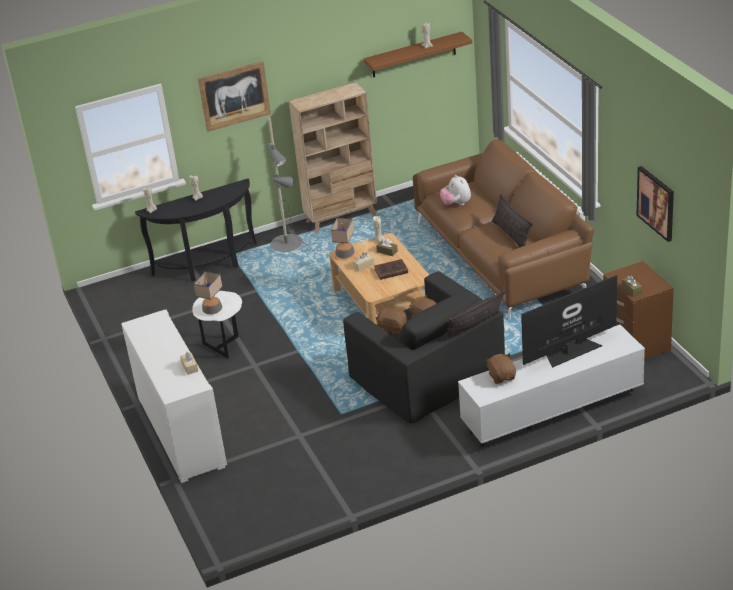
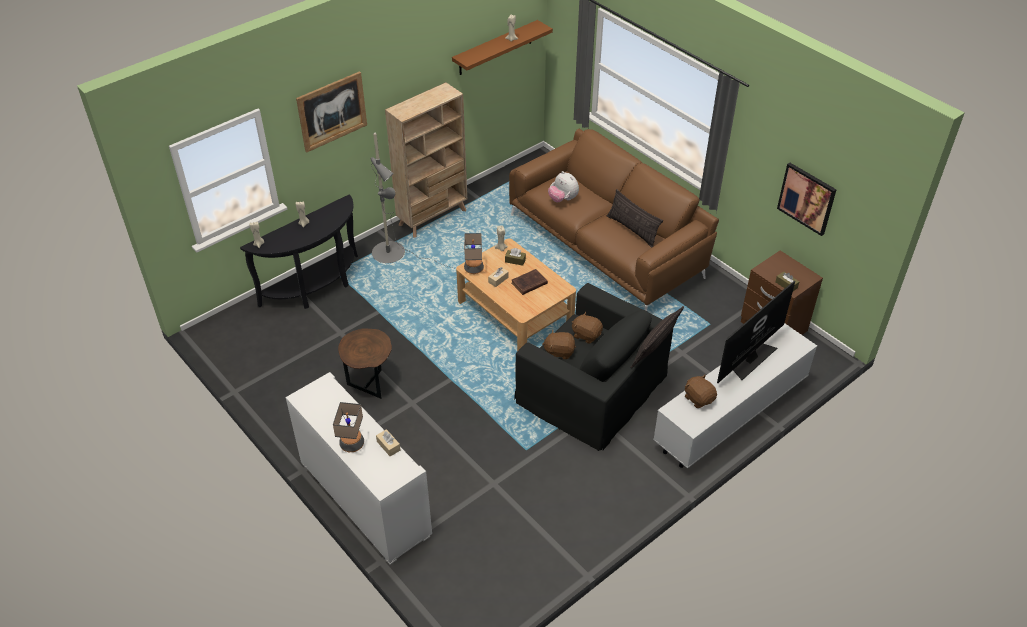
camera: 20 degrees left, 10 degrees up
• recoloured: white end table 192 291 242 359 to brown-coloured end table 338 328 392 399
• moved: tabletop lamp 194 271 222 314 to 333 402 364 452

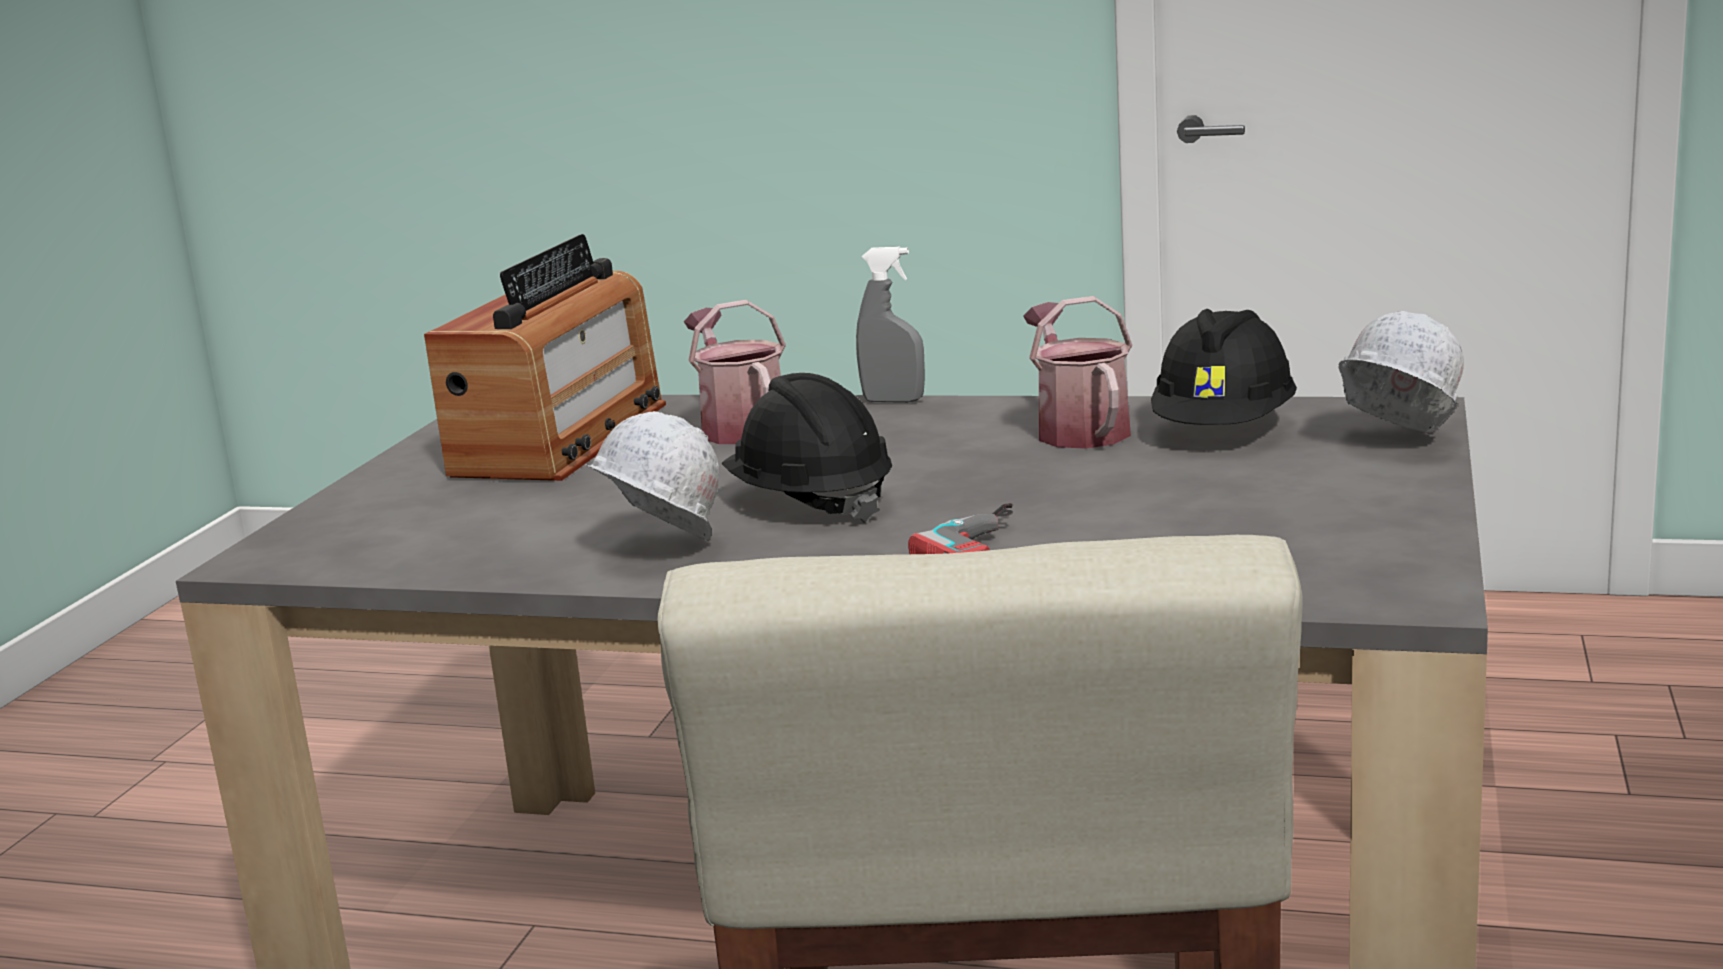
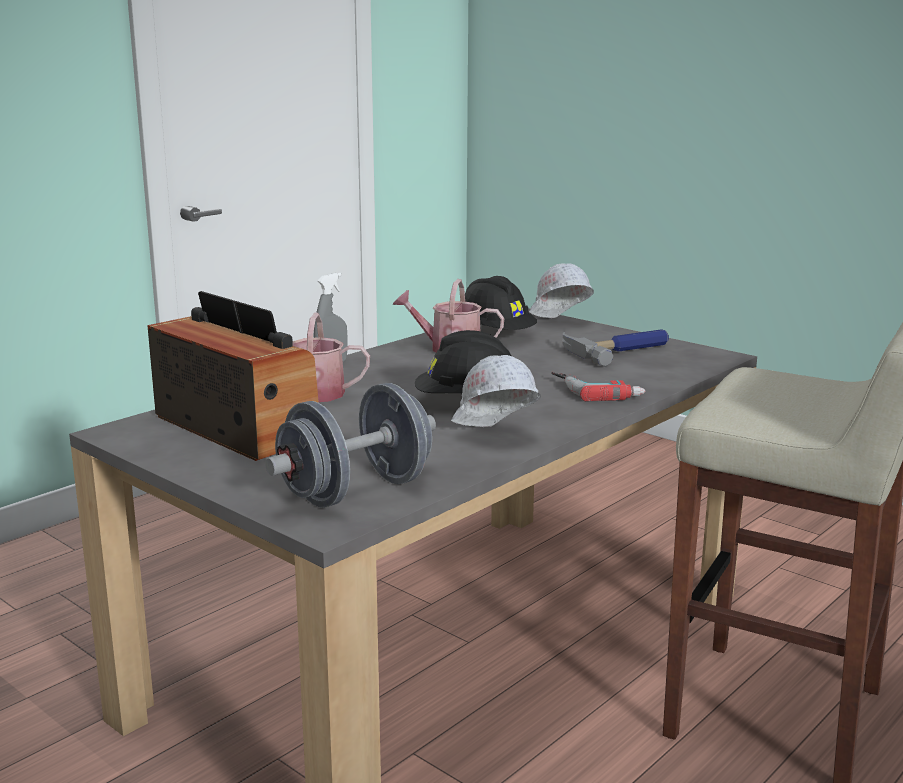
camera: 65 degrees left, 0 degrees up
• added: gray hand weight 265 383 436 508
• added: hammer 562 329 669 367

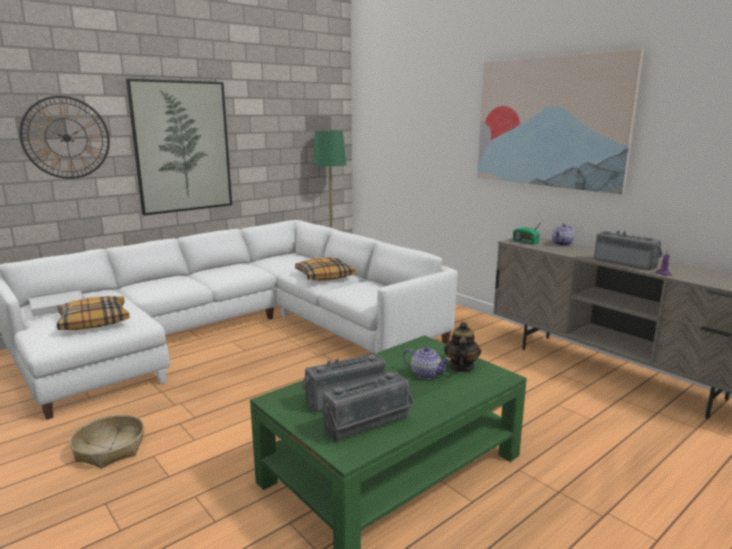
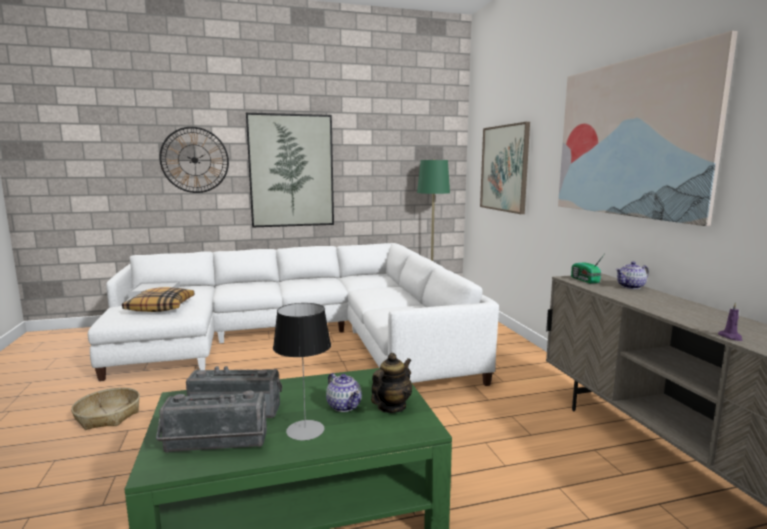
camera: 25 degrees right, 5 degrees down
• removed: throw pillow 295 257 355 281
• removed: radio set 594 231 663 270
• added: tabletop lamp 273 303 331 440
• added: wall picture 480 122 530 214

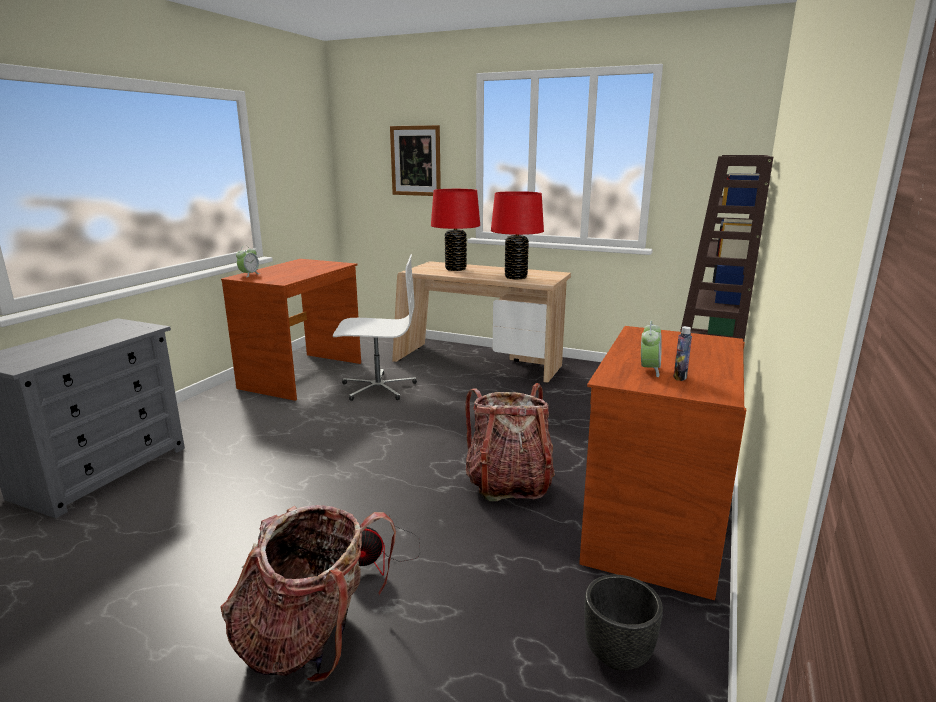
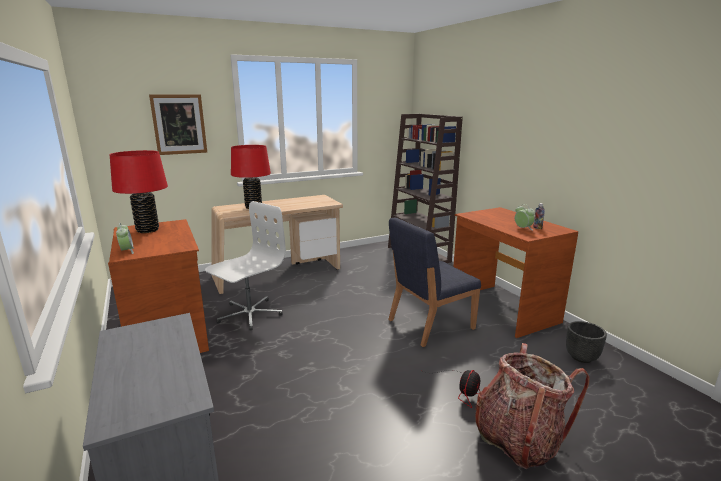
camera: 50 degrees left, 0 degrees up
• replaced: backpack 465 383 555 501 to bluish upright chair 388 218 481 347
• moved: red tabletop lamp 491 191 544 279 to 110 150 168 233

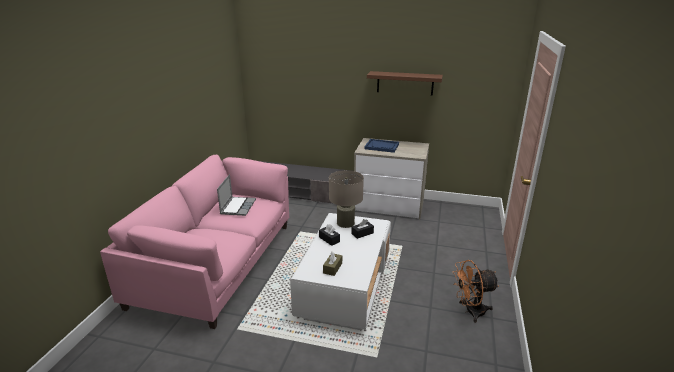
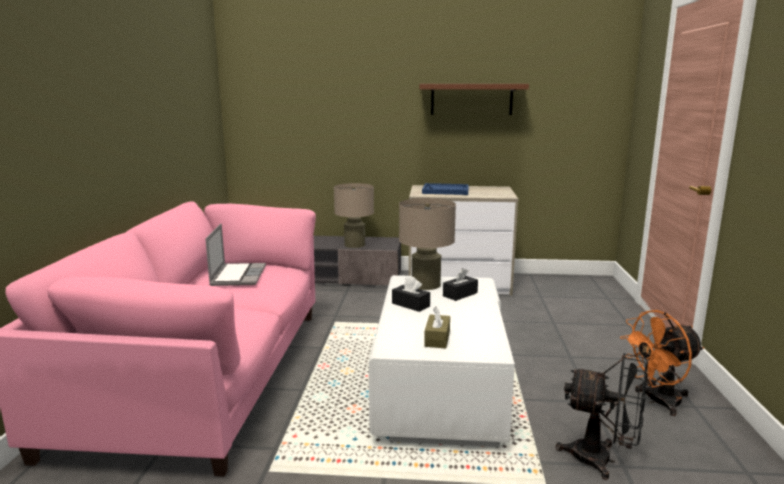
camera: 10 degrees left, 10 degrees down
• added: sand-coloured tabletop lamp 334 183 374 248
• added: black fan 556 353 648 480

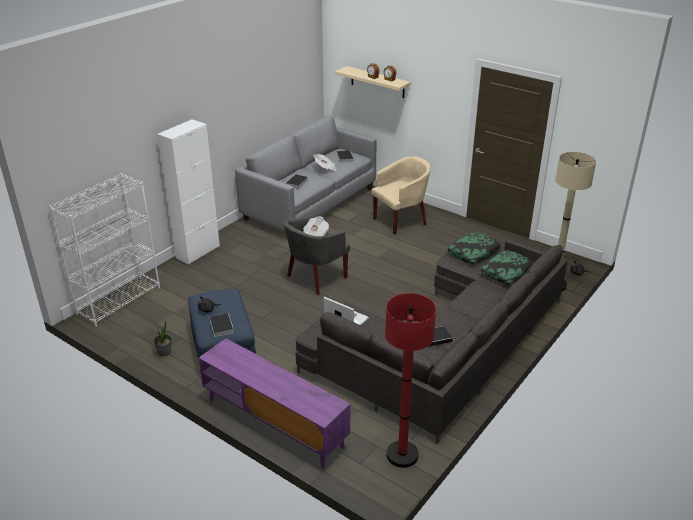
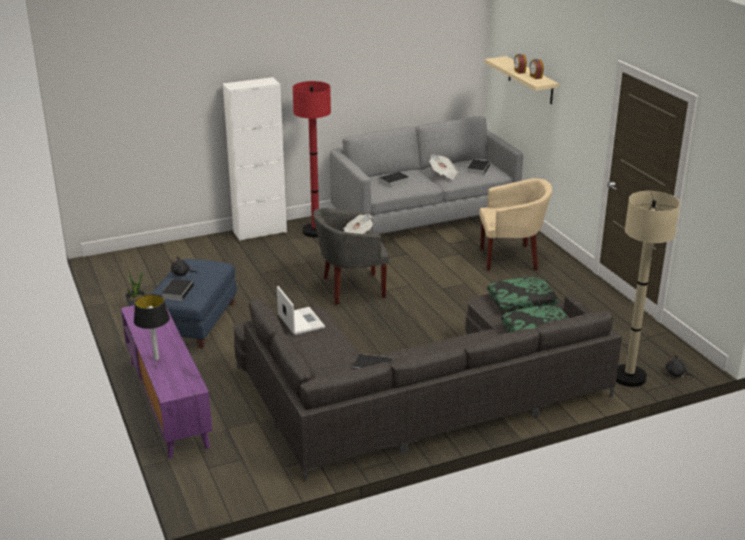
camera: 30 degrees right, 5 degrees down
• removed: white bookcase 49 173 160 327
• moved: red standard lamp 385 293 436 468 to 293 81 331 237
• added: tabletop lamp 134 294 170 360

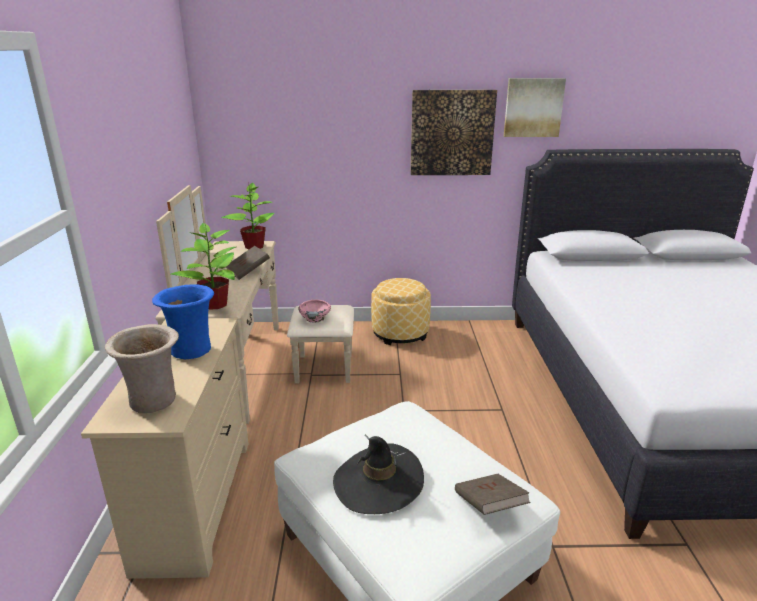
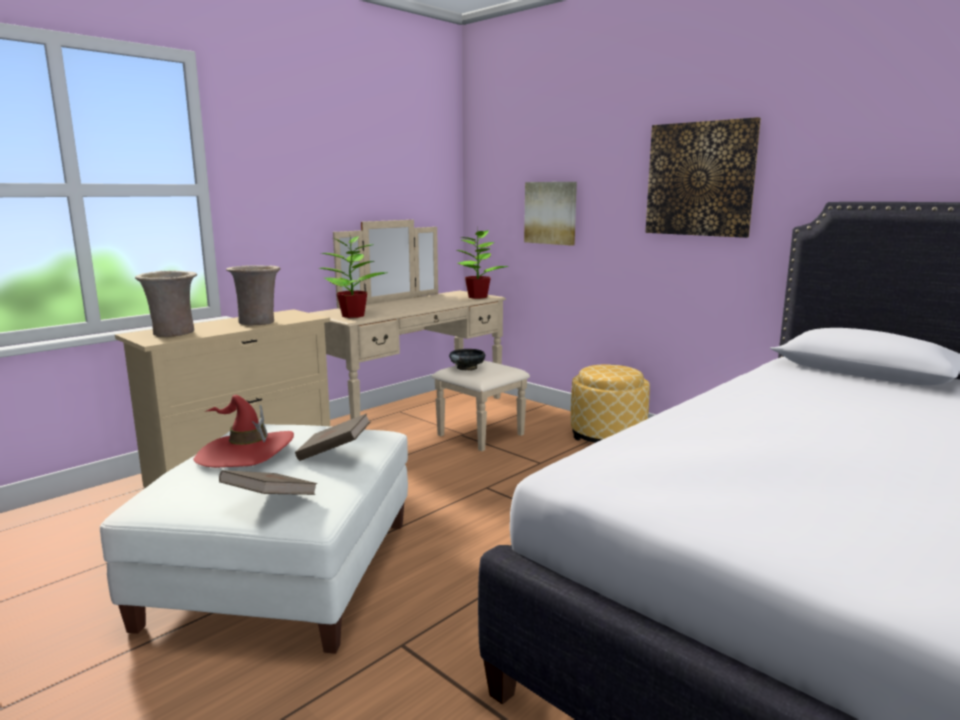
camera: 45 degrees right, 10 degrees down
• recoloured: bluish vase 152 284 214 359 to sand-coloured vase 226 265 281 325
• moved: brown-coloured bound book 226 246 270 280 to 295 413 371 461
• recoloured: pink serving bowl 298 300 331 323 to black serving bowl 449 349 485 371
• recoloured: black clothing hat 333 434 424 514 to red clothing hat 194 395 294 467
• moved: wall picture 504 78 566 137 to 524 182 577 246

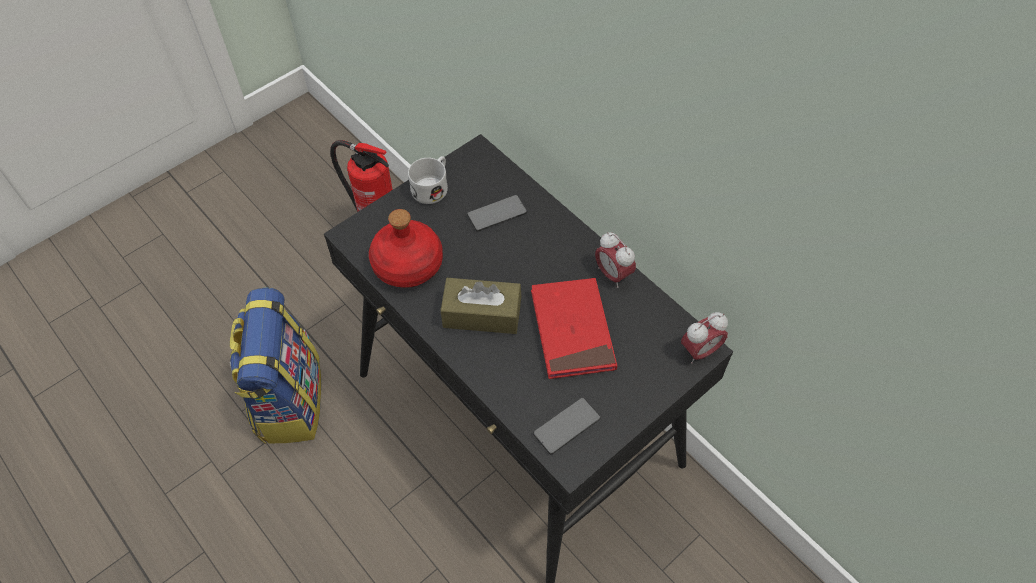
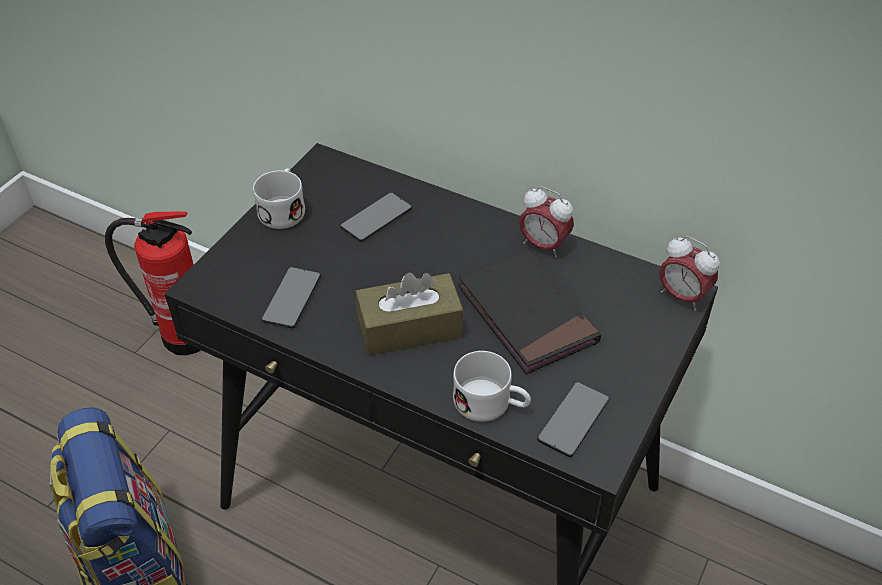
camera: 20 degrees left, 10 degrees down
• replaced: red beverage bottle 369 209 443 288 to telephone 261 267 321 328
• recoloured: red bound book 531 278 617 379 to black bound book 458 251 601 374
• turned: alarm clock 681 312 728 364 = 659 236 719 311 90 degrees clockwise
• added: white mug 453 351 531 422

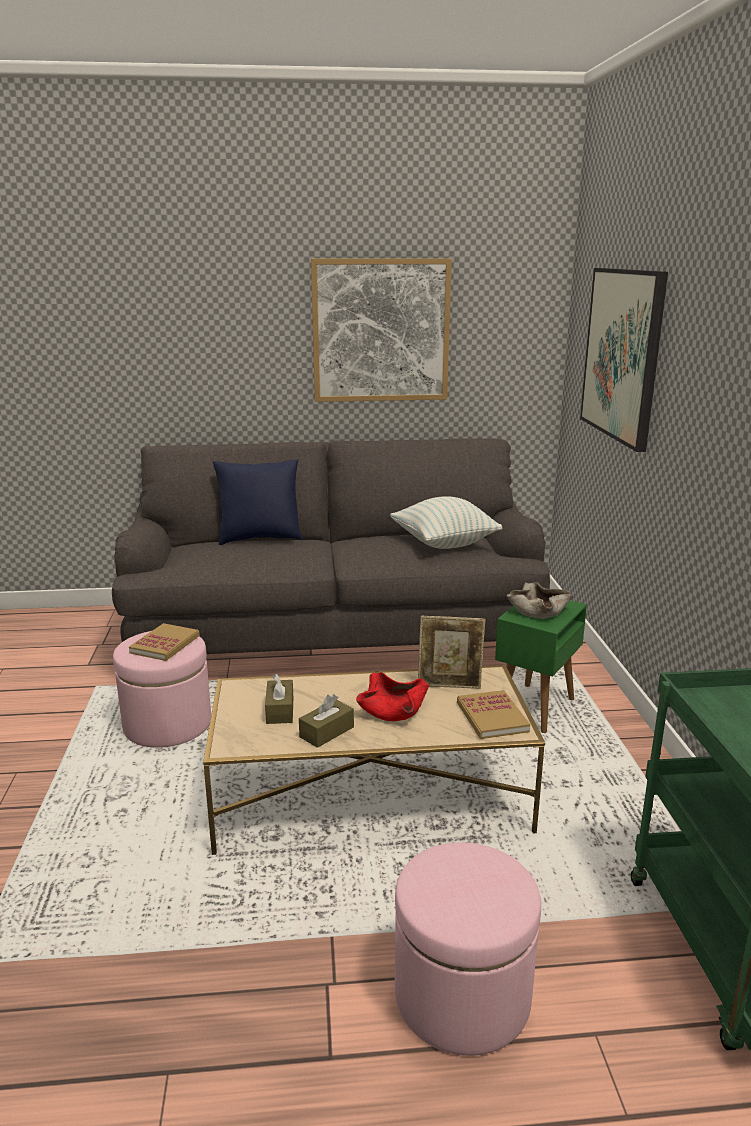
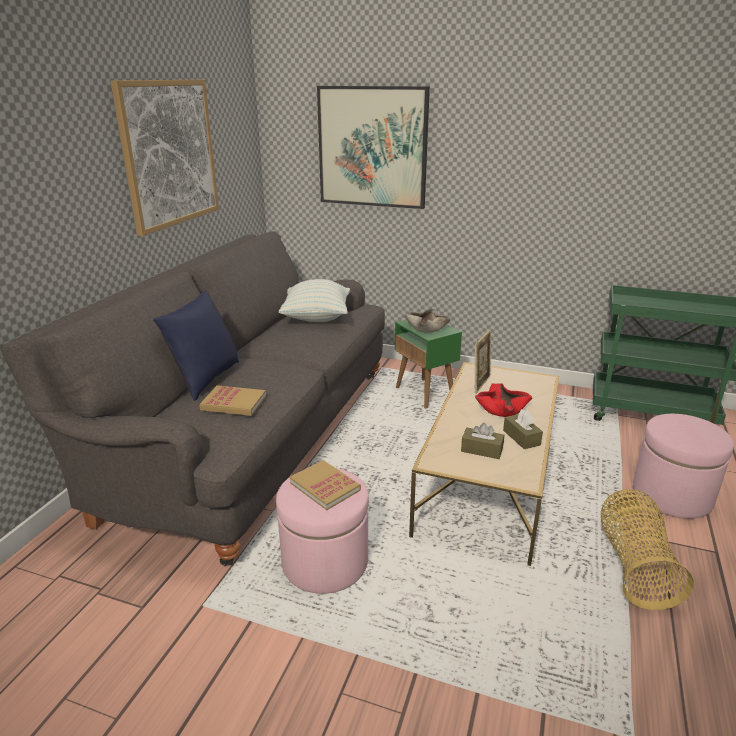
camera: 65 degrees left, 5 degrees up
• moved: bound book 457 690 530 739 to 199 385 266 416
• added: household basket 601 489 694 610

